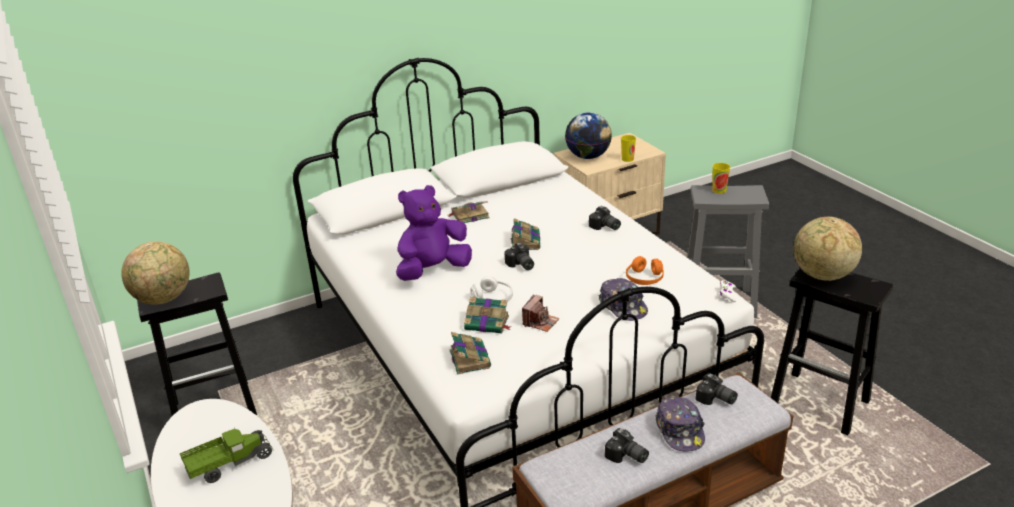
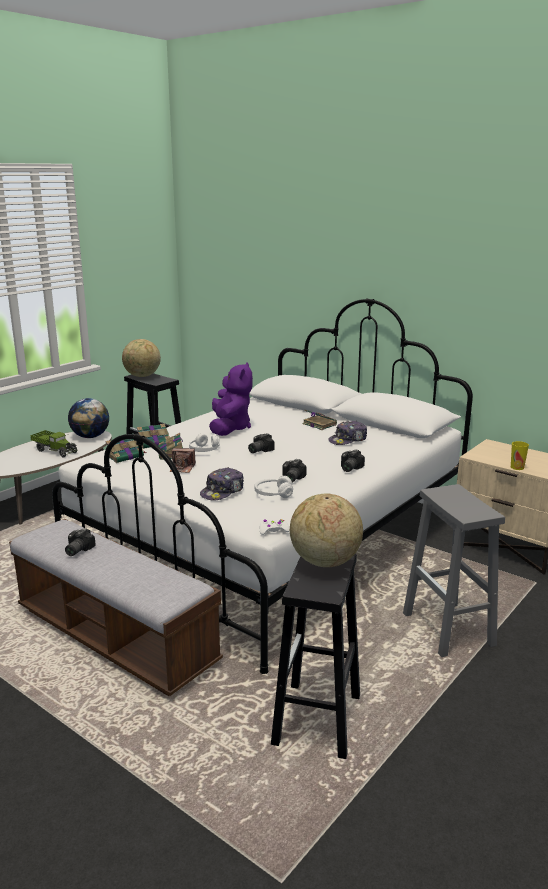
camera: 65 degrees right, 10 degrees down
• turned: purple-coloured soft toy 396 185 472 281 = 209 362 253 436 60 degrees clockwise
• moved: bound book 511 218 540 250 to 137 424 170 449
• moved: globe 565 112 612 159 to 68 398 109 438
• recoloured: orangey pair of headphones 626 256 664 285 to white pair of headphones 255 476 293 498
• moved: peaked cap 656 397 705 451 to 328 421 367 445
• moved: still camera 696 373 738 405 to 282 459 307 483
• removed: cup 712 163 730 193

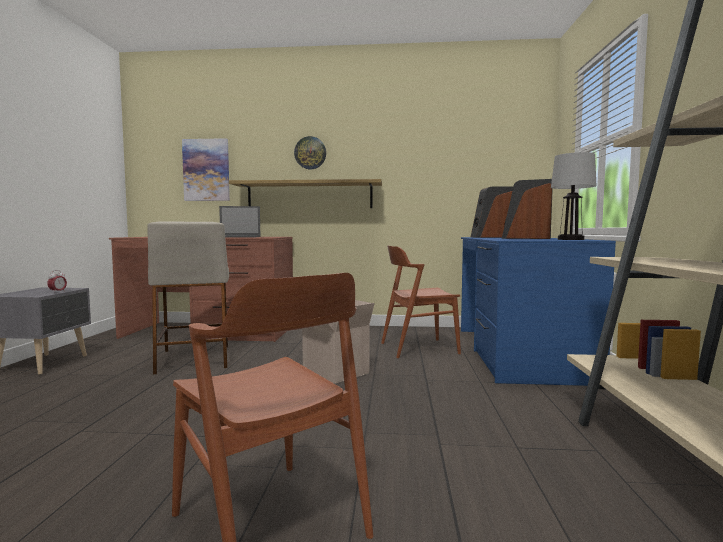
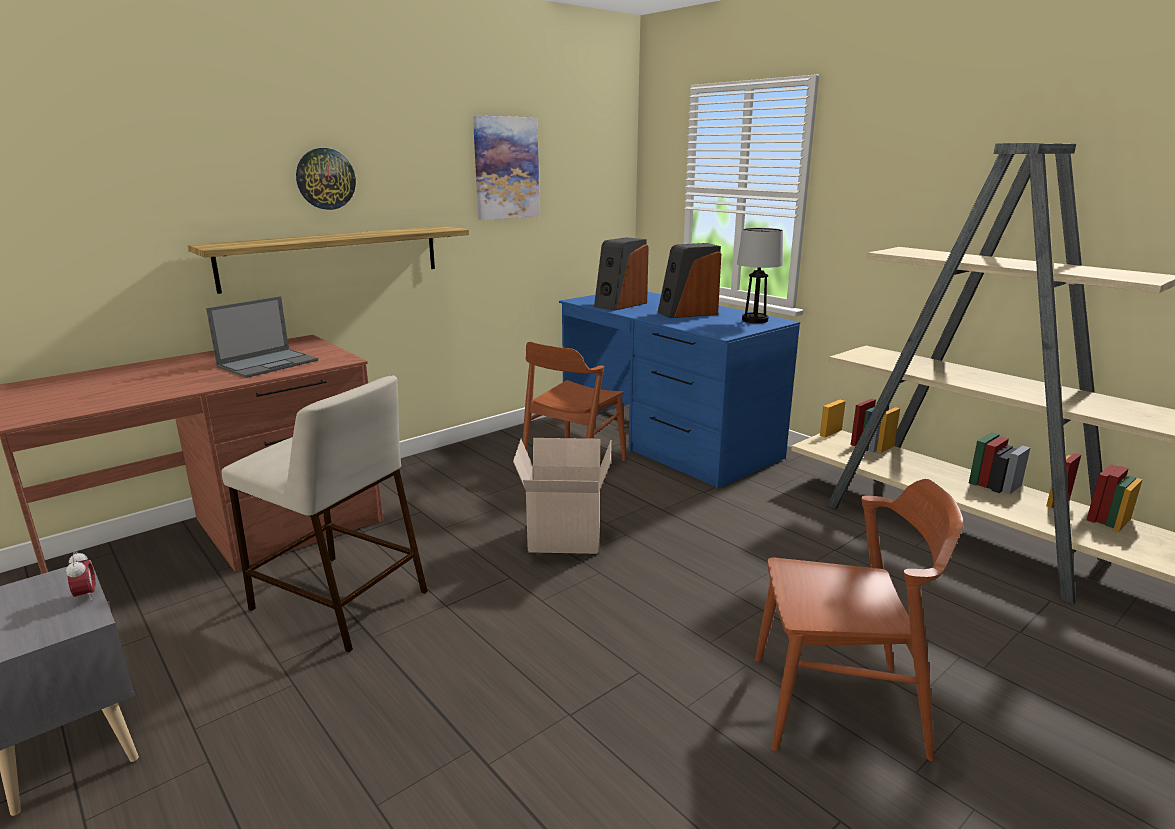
camera: 45 degrees left, 15 degrees up
• moved: wall picture 182 138 230 201 to 473 115 540 220

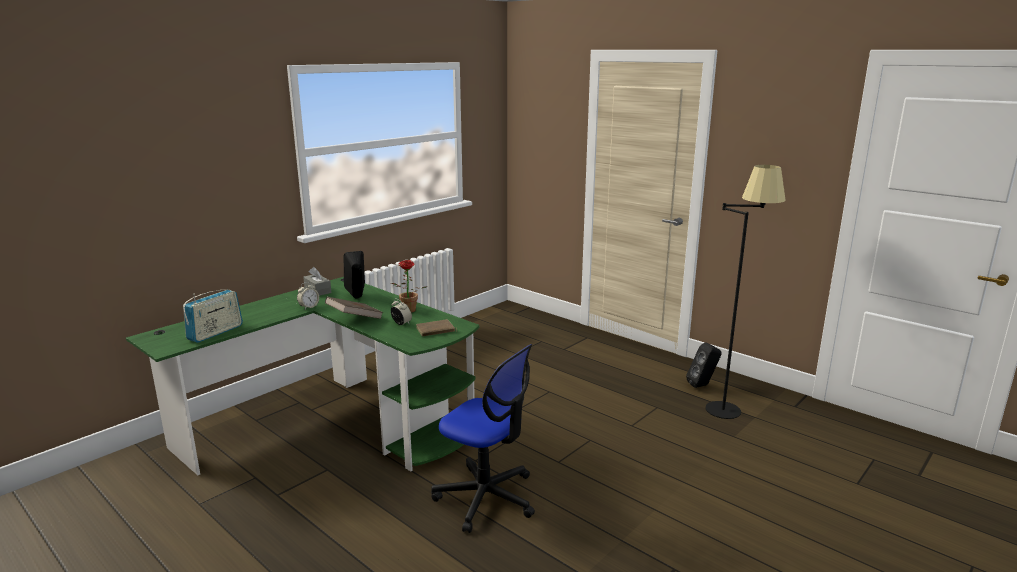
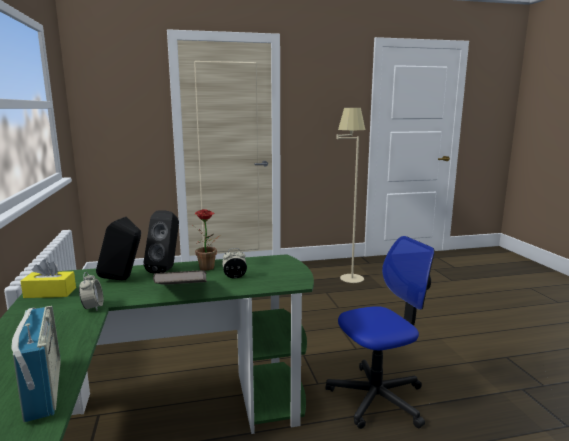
camera: 55 degrees left, 5 degrees down
• recoloured: gray tissue holder 303 267 331 296 to yellow tissue holder 21 259 76 298
• removed: brown-coloured bound book 416 319 457 337
• moved: black audio speaker 686 342 722 388 to 143 210 179 274
• recoloured: black standard lamp 705 165 786 419 to sand-coloured standard lamp 337 108 365 283

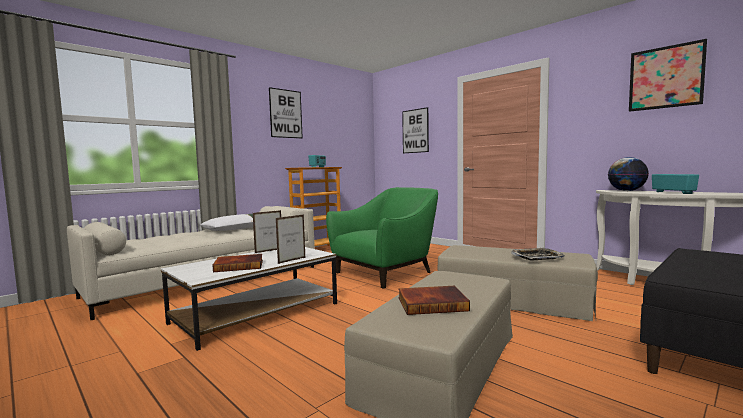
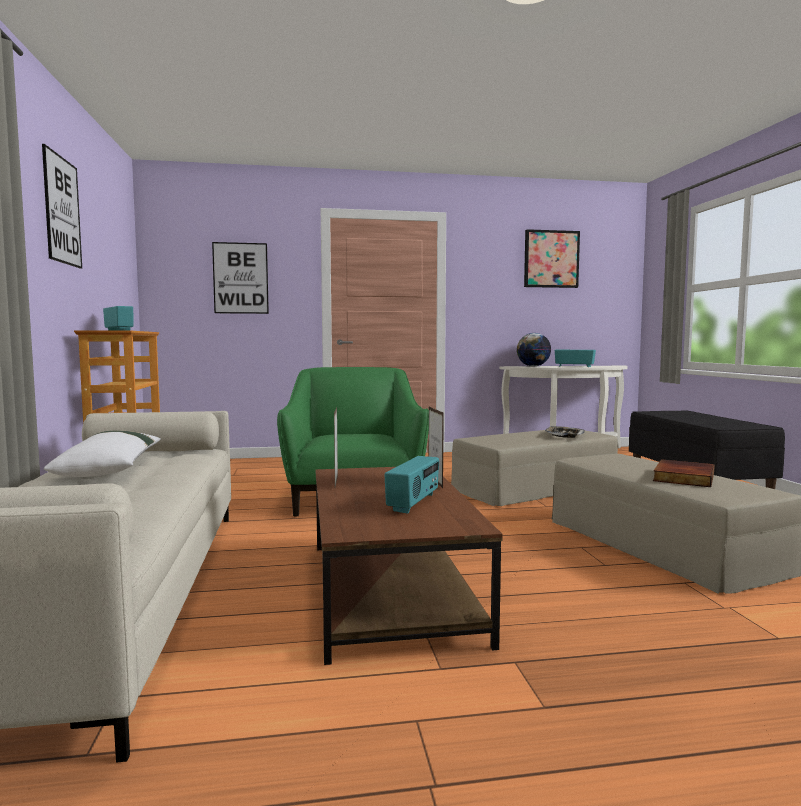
camera: 55 degrees left, 0 degrees up
• recoloured: white coffee table 161 247 337 351 to brown-coloured coffee table 315 467 503 665
• replaced: bound book 213 254 263 272 to radio set 385 456 439 514

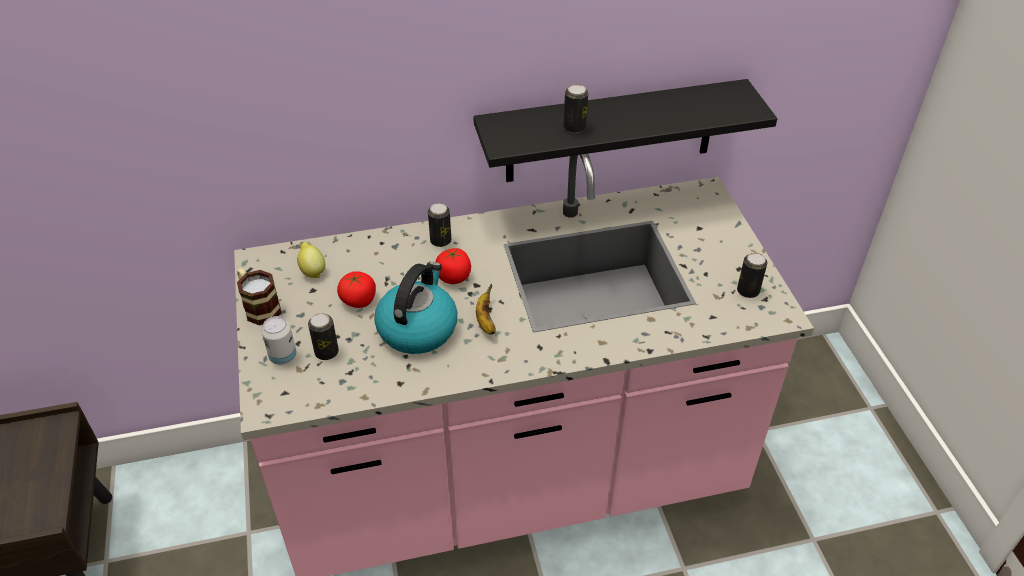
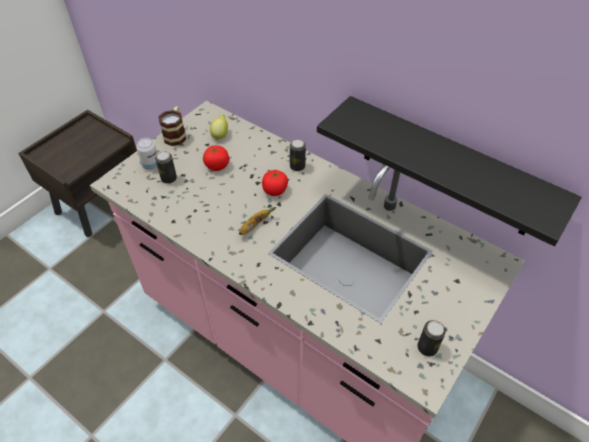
camera: 50 degrees right, 5 degrees up
• removed: kettle 374 262 457 354
• removed: sealed can 563 84 588 133

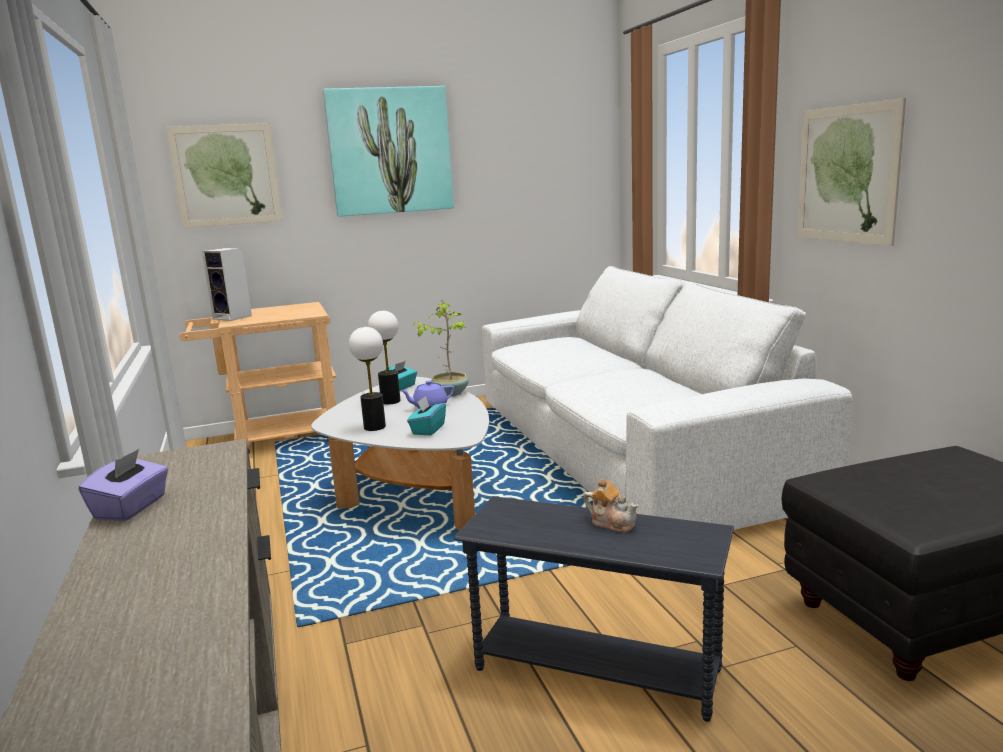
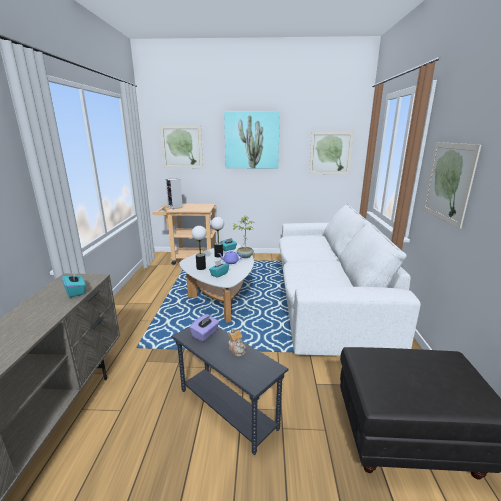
camera: 20 degrees right, 5 degrees up
• moved: purple-coloured tissue holder 78 449 168 521 to 189 314 219 342
• added: blue-green tissue holder 62 270 86 298
• added: wall picture 309 132 354 175

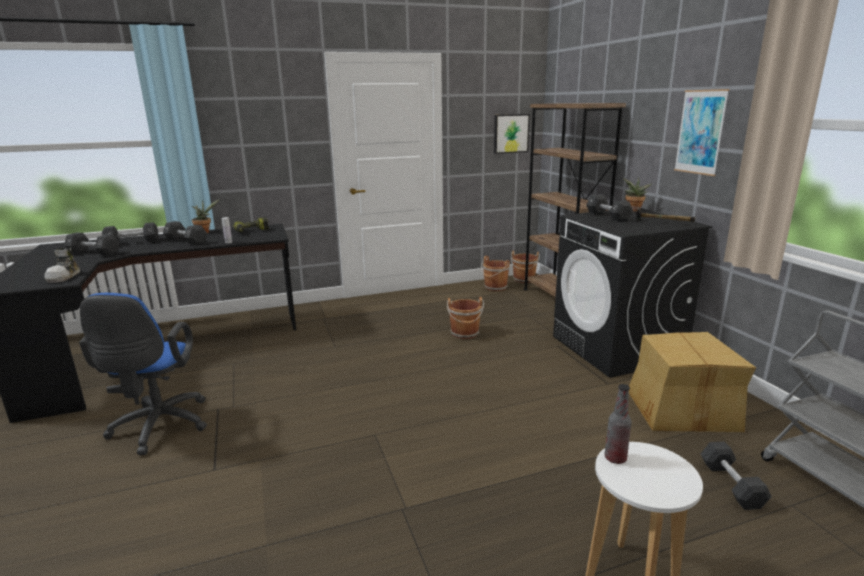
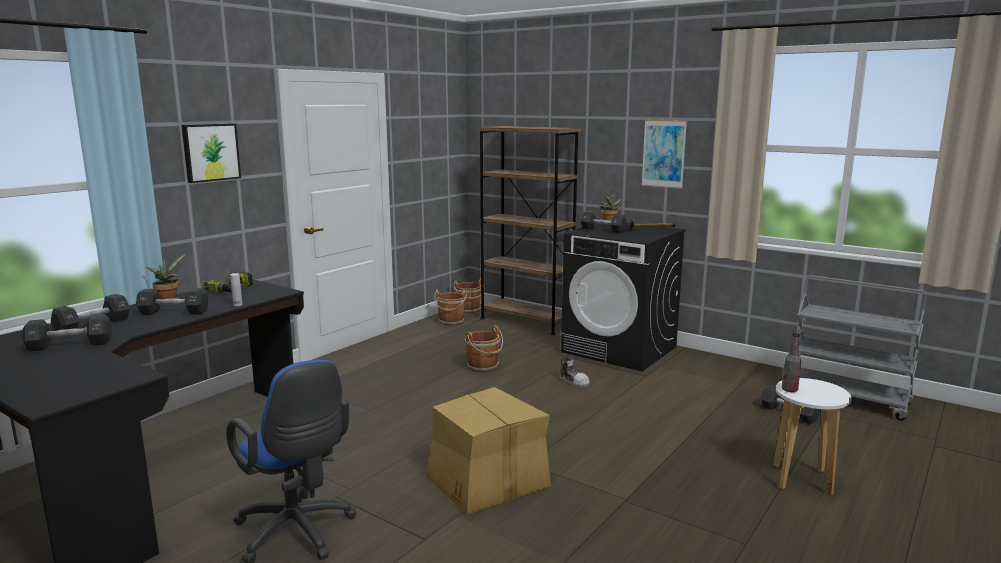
camera: 35 degrees left, 5 degrees down
• moved: item of footwear 44 248 80 283 to 560 358 590 388
• moved: wall picture 494 114 530 154 to 182 123 241 183
• moved: cardboard box 629 332 756 432 to 426 387 551 515

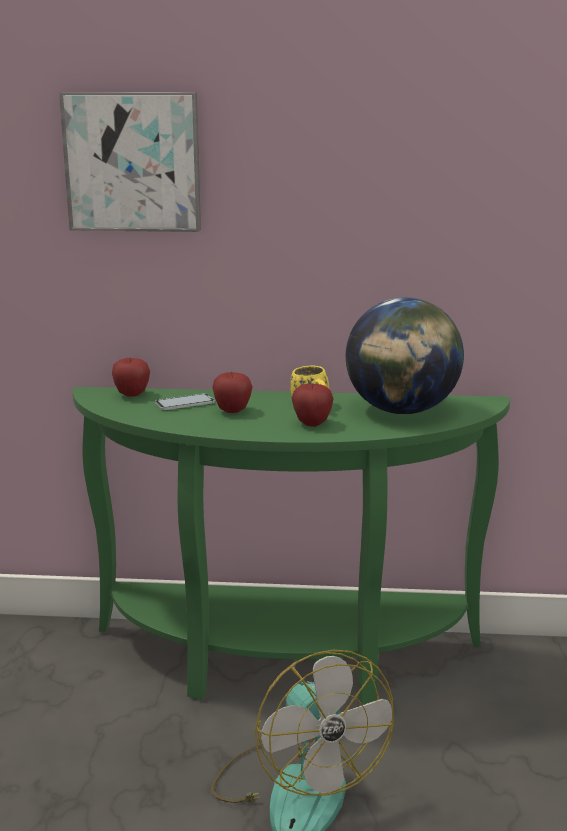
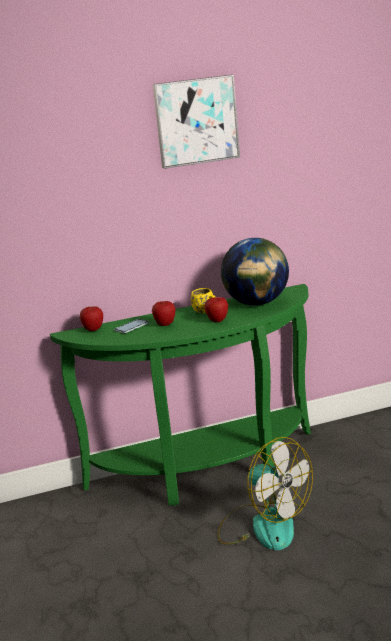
camera: 20 degrees left, 0 degrees up
• moved: wall picture 59 92 201 232 to 153 75 240 169

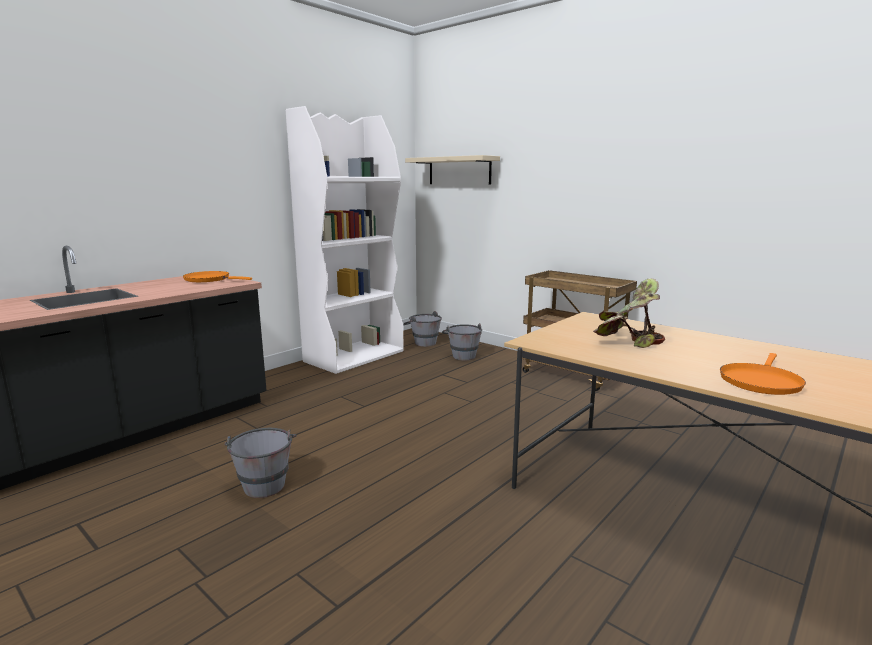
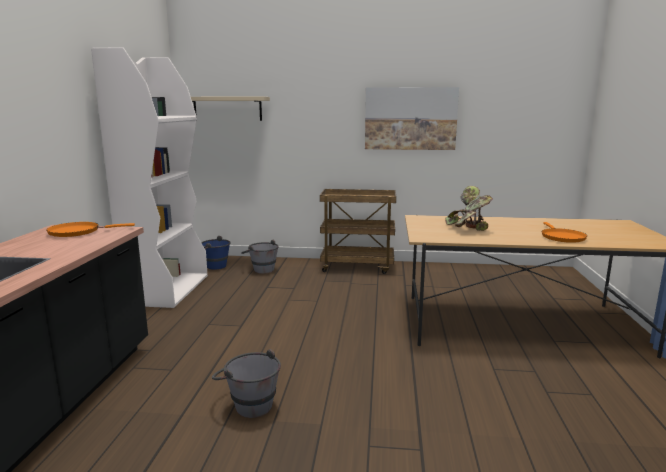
camera: 35 degrees left, 0 degrees up
• recoloured: gray bucket 403 311 442 347 to bluish bucket 201 236 231 270
• added: wall picture 365 87 459 150

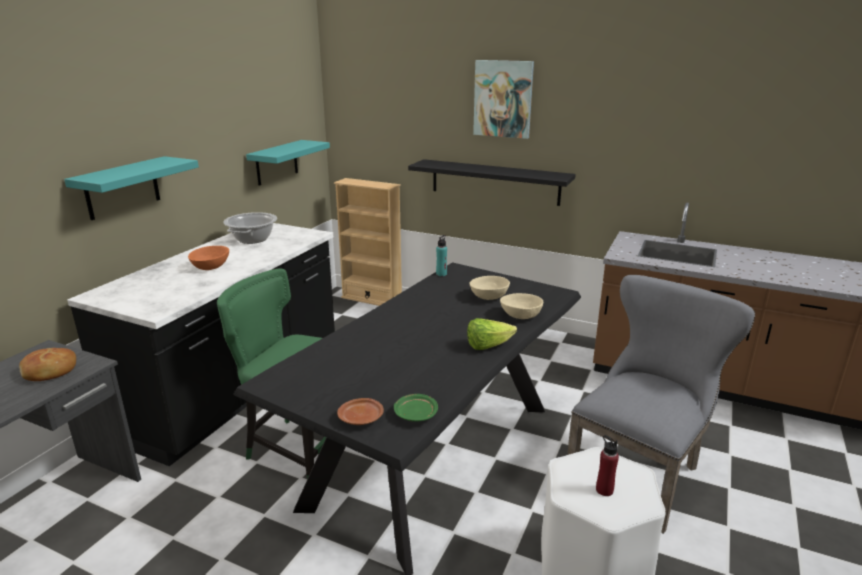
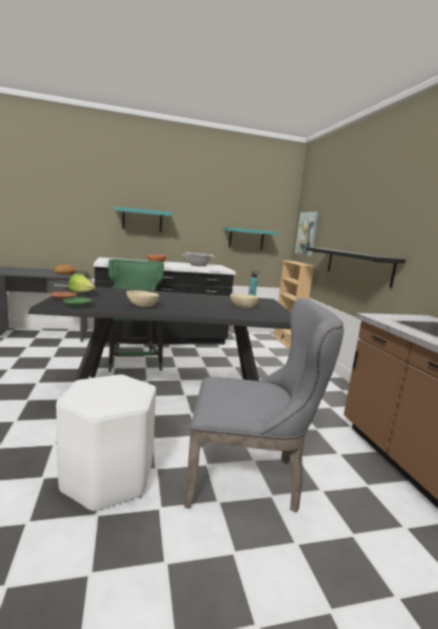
camera: 50 degrees right, 10 degrees down
• moved: lettuce 467 318 517 350 to 69 273 95 293
• moved: wall picture 473 60 534 139 to 295 212 319 256
• moved: sand-coloured serving bowl 500 293 543 319 to 126 290 159 307
• removed: red beverage bottle 596 435 619 496

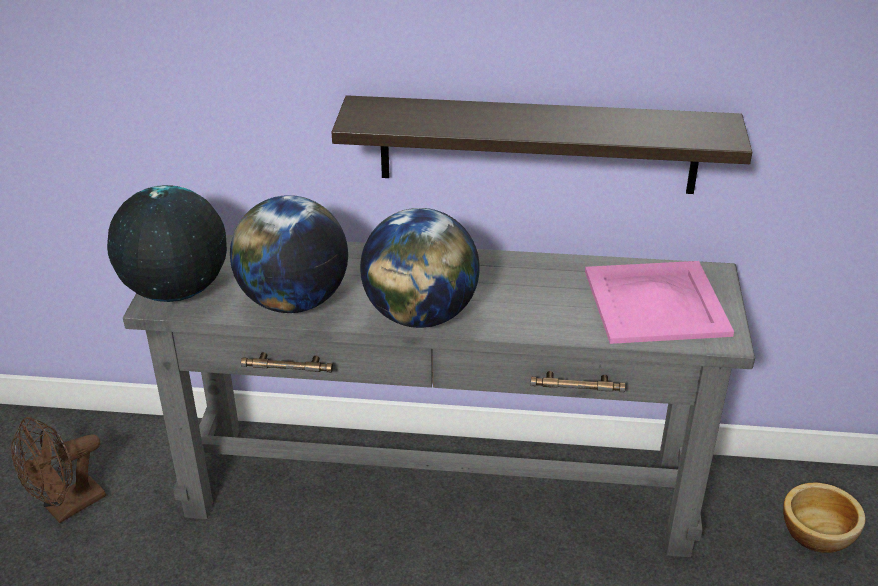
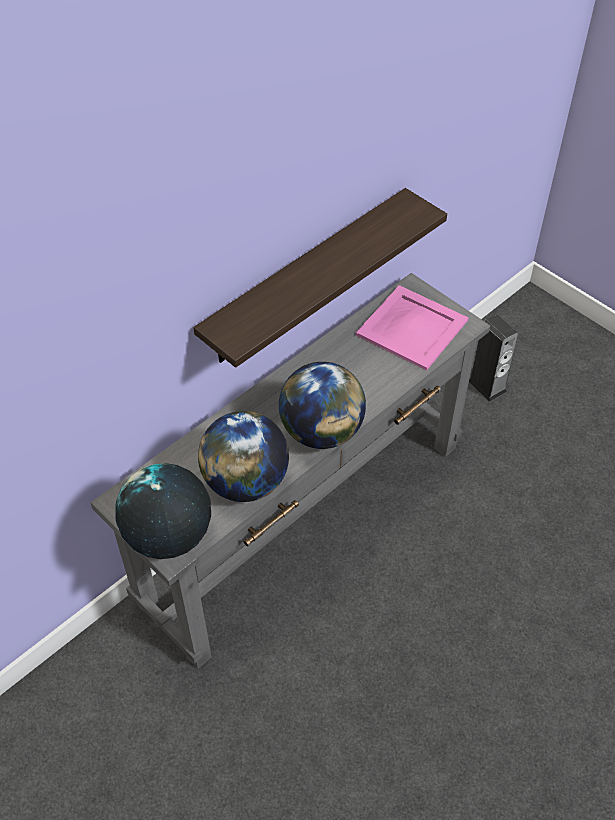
camera: 50 degrees left, 15 degrees up
• removed: brown-coloured fan 11 417 106 523
• replaced: serving bowl 783 483 865 553 to audio speaker 469 314 518 402

